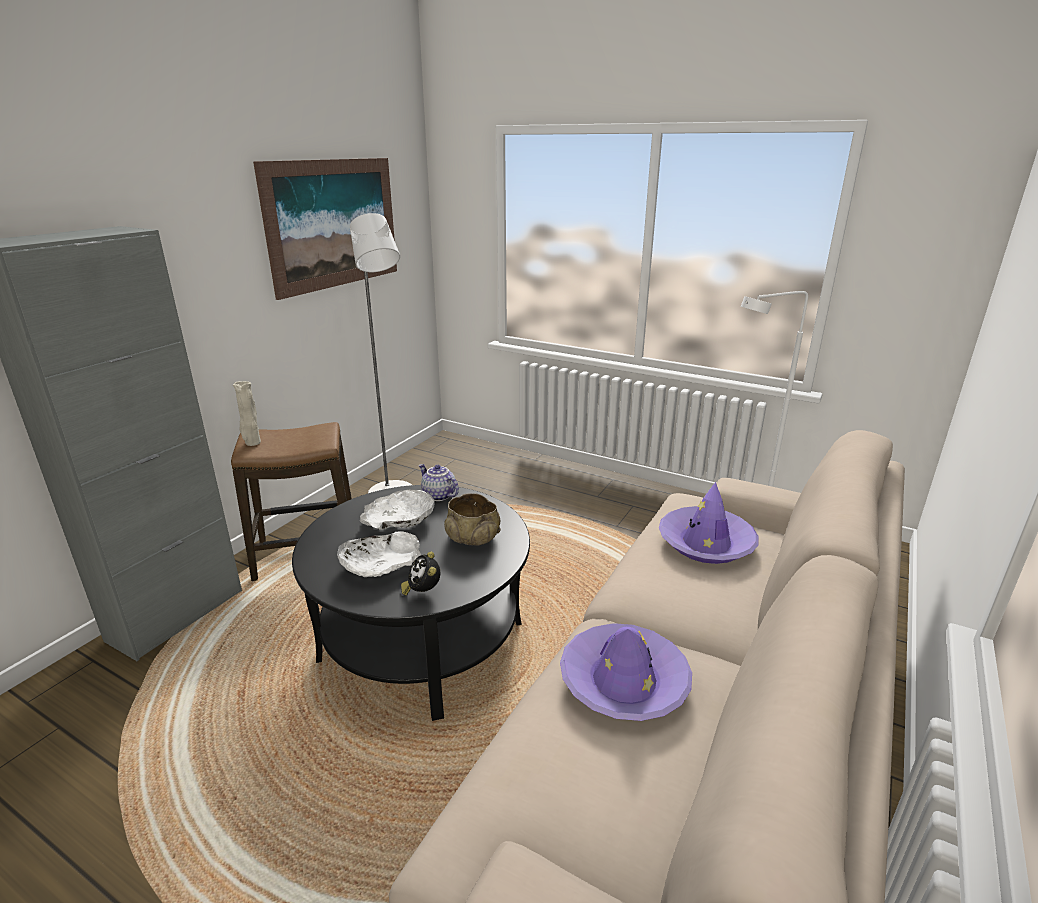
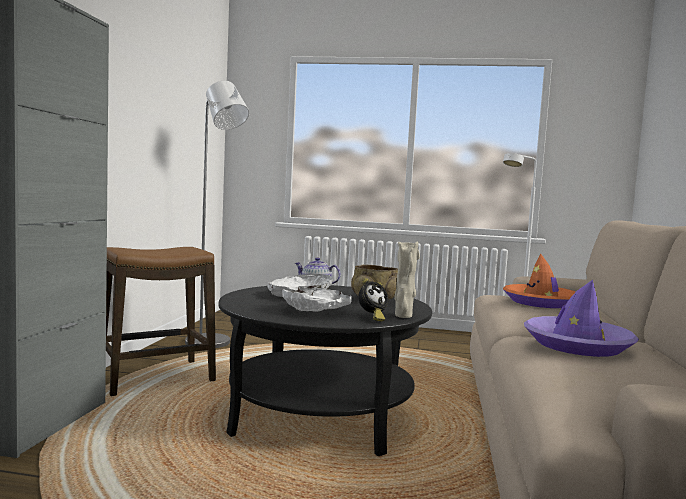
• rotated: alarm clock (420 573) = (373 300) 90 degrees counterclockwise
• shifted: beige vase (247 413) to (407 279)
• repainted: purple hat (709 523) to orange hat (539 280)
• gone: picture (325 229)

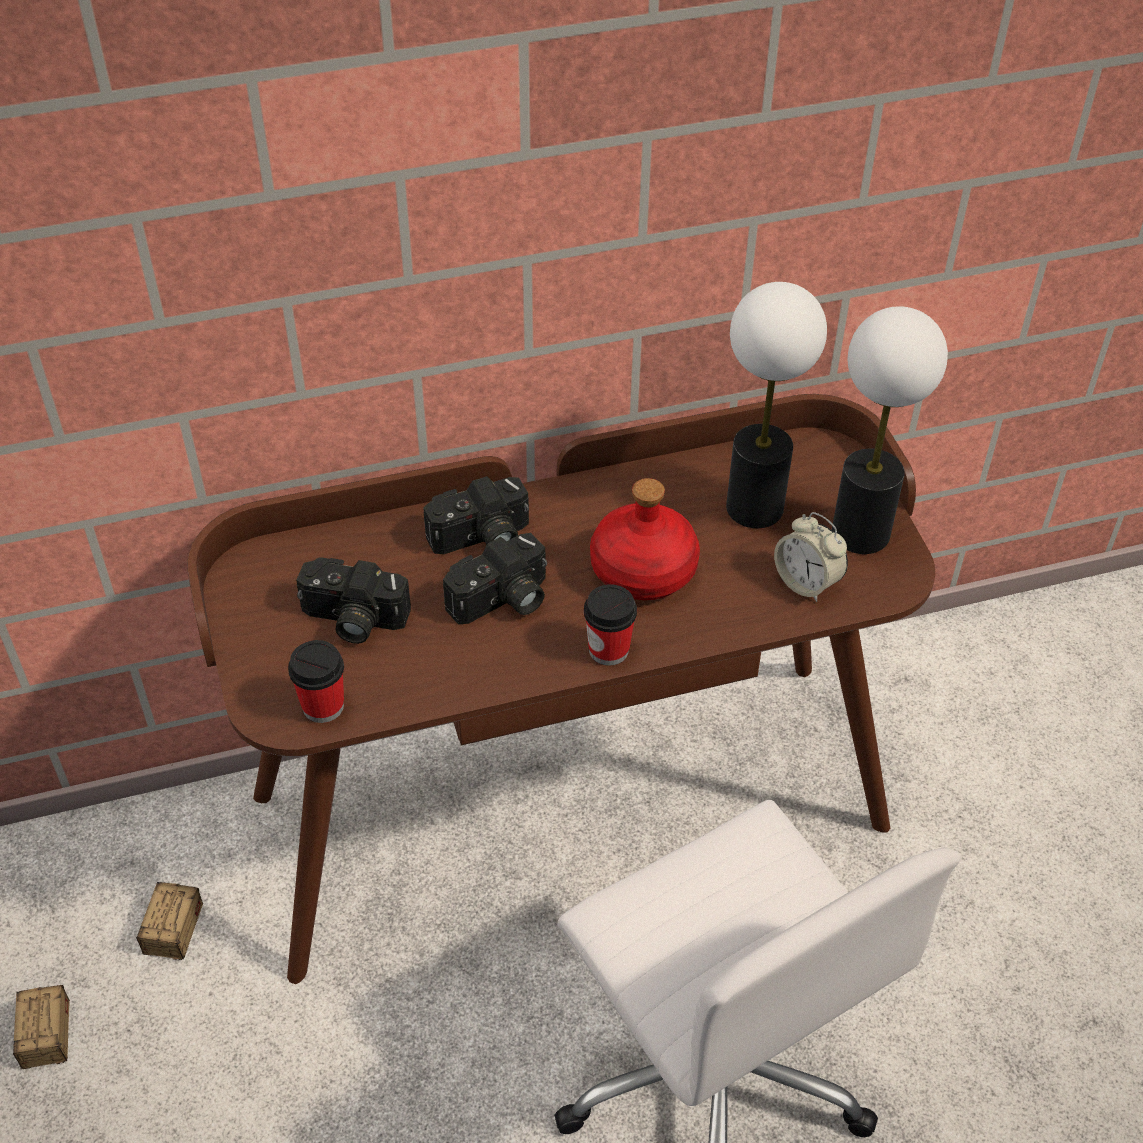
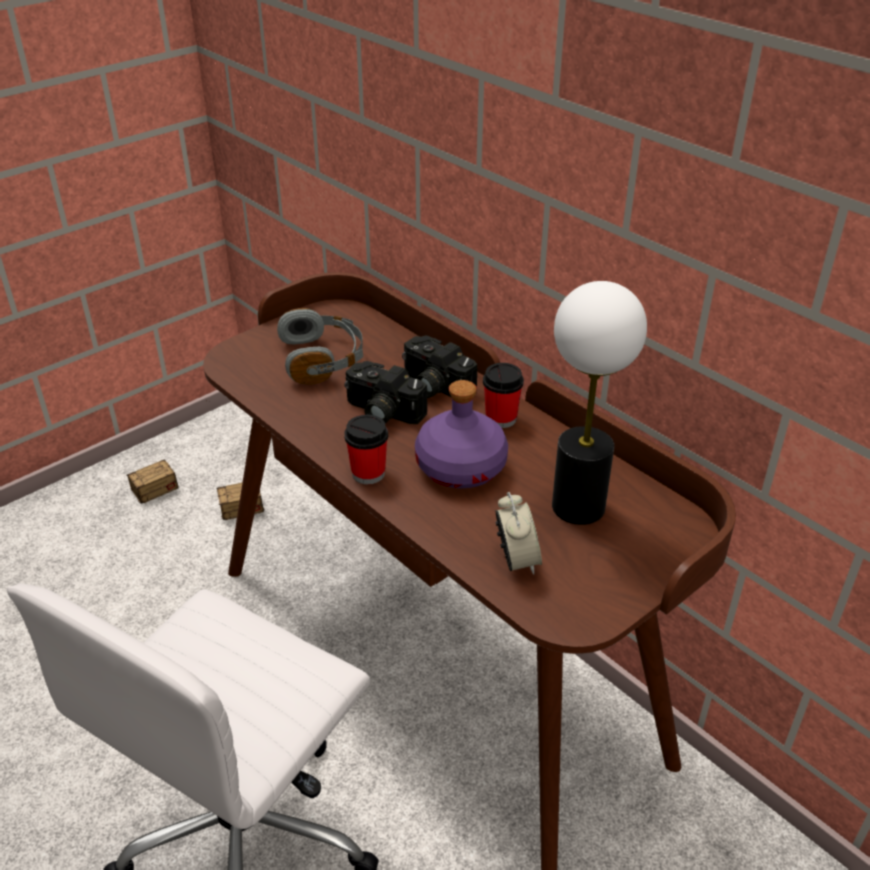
• swapped: photo camera (353 601) to grey headphones (320 346)
• repainted: red bottle (645 539) to purple bottle (461 434)
• shifted: cup (316 681) to (503 395)
• rotated: alarm clock (811 557) = (519 533) 150 degrees clockwise
• gone: table lamp (890 430)

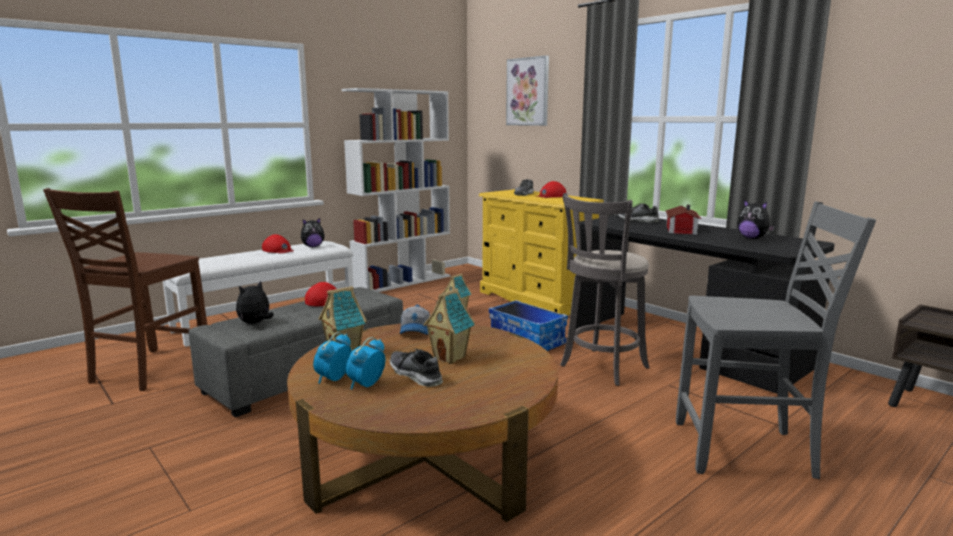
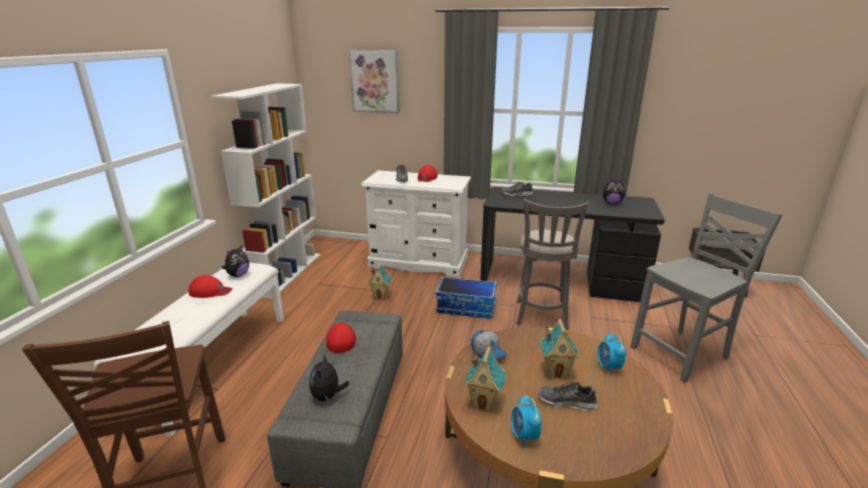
• repainted: yellow dresser (541 252) to white dresser (416 224)
• shifted: alarm clock (365 363) to (612 354)
• gone: toy house (683 220)

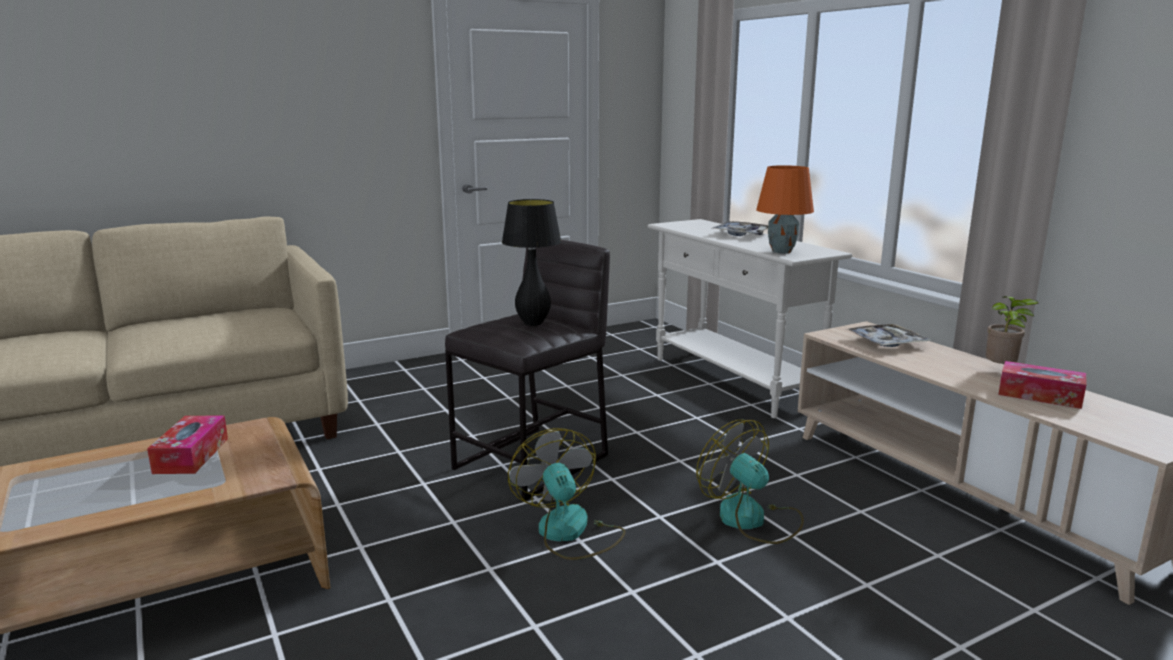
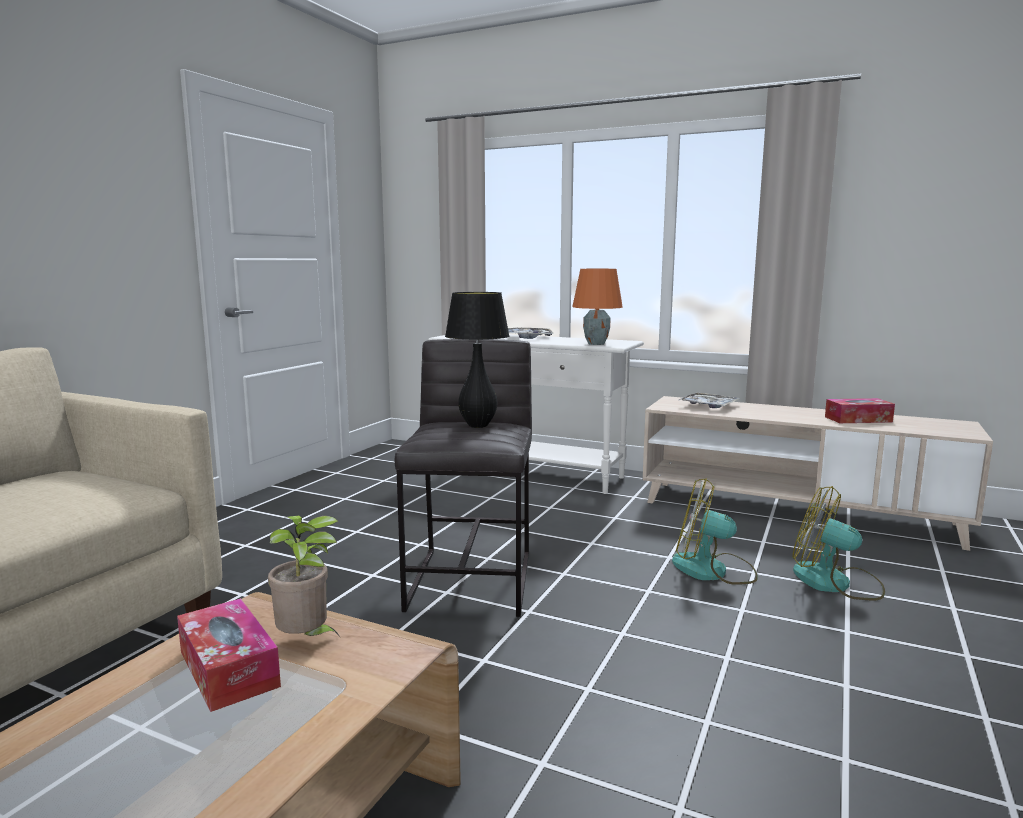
• shifted: potted plant (1012 331) to (303 575)
• shifted: fan (566 494) to (839 543)

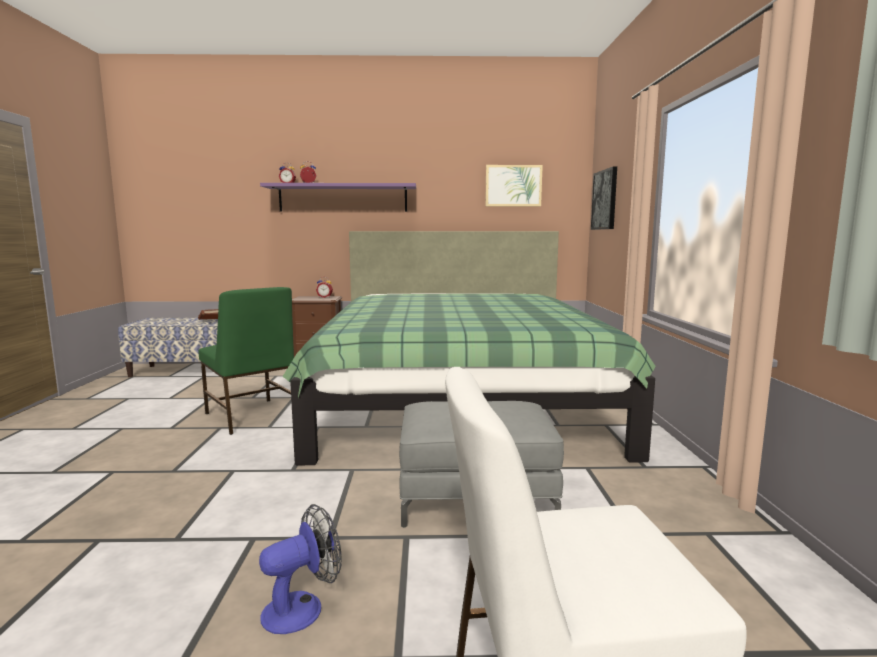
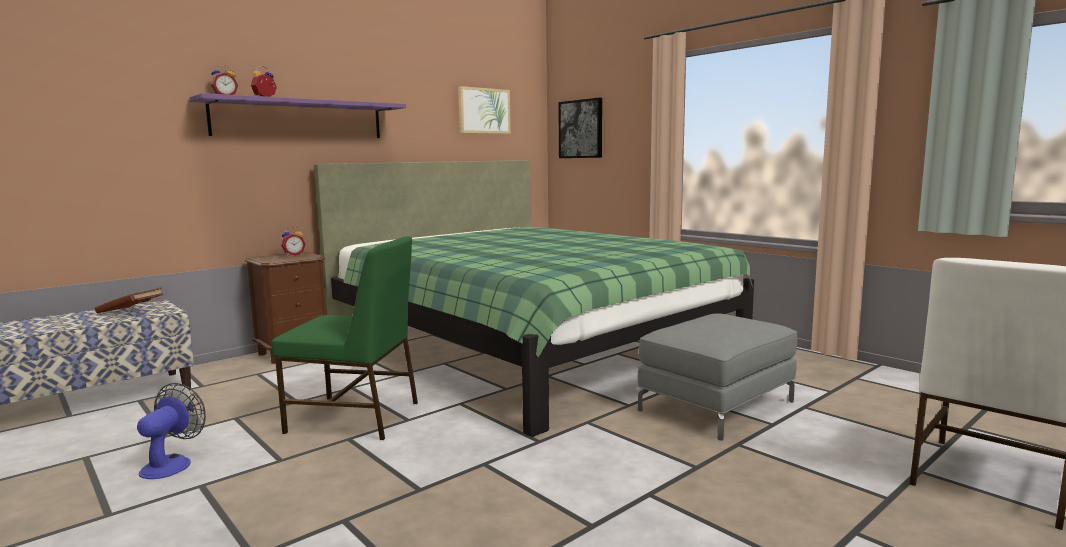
• shifted: fan (300 569) to (171 431)

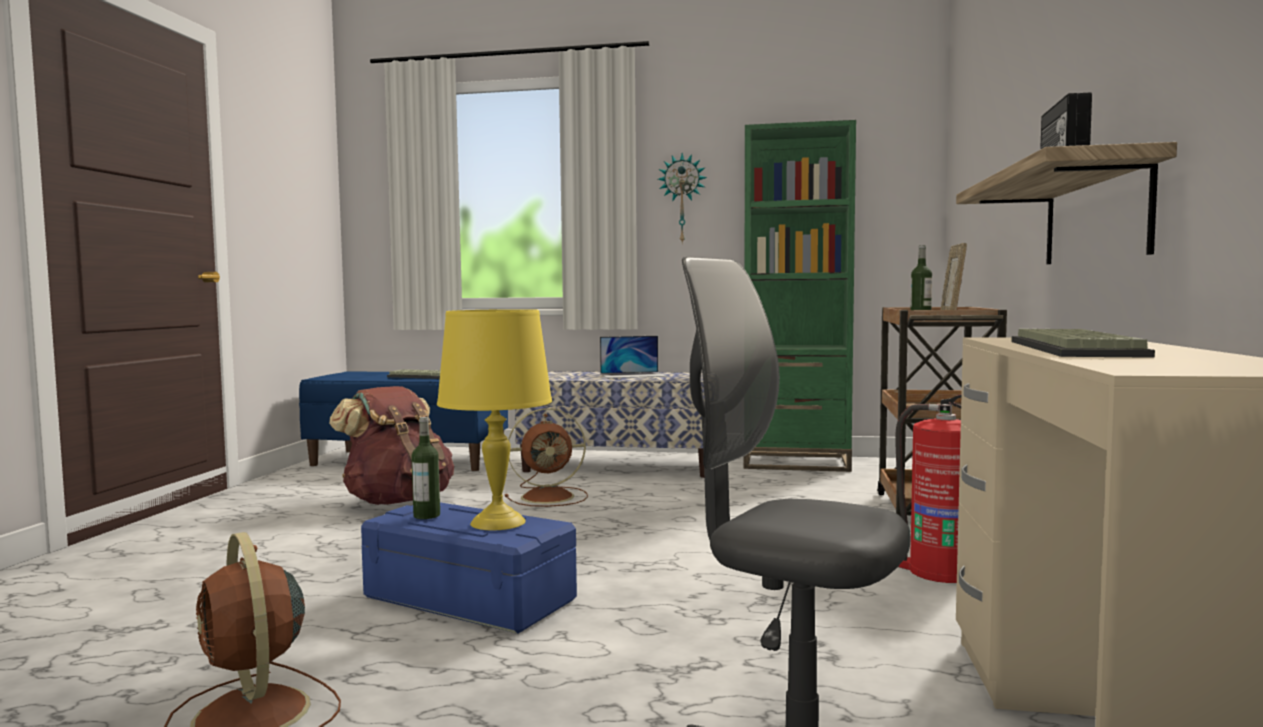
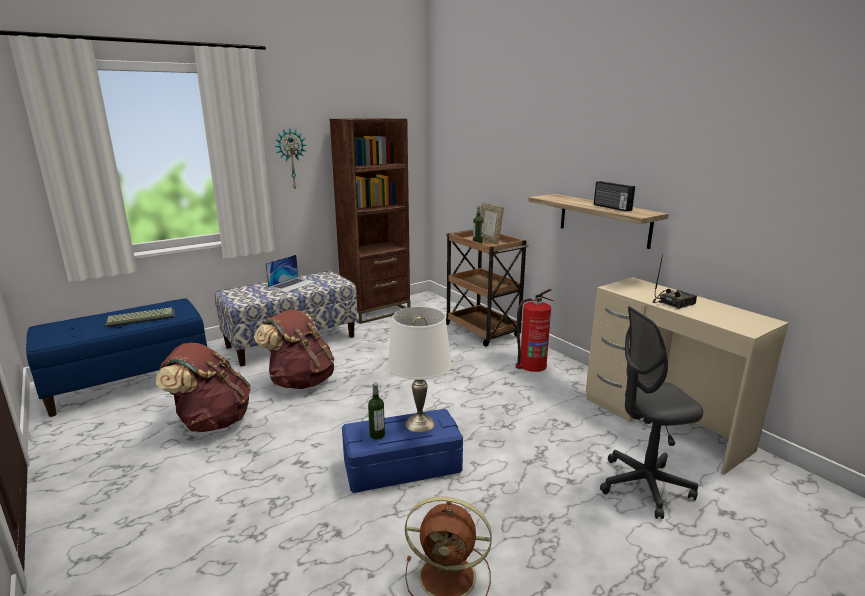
• swapped: brown fan (546 457) to brown backpack (294 349)
• repainted: green bookcase (800 296) to brown bookcase (370 221)
• repainted: yellow table lamp (494 419) to white table lamp (419 369)
• swapped: keyboard (1083 343) to radio (675 281)

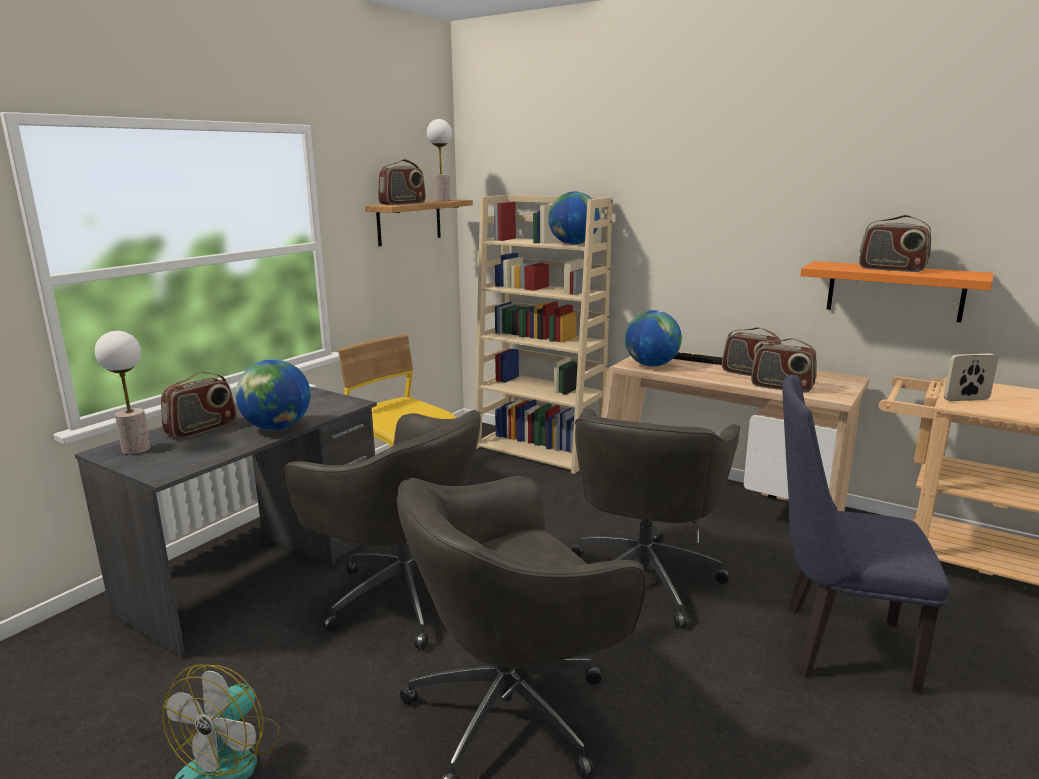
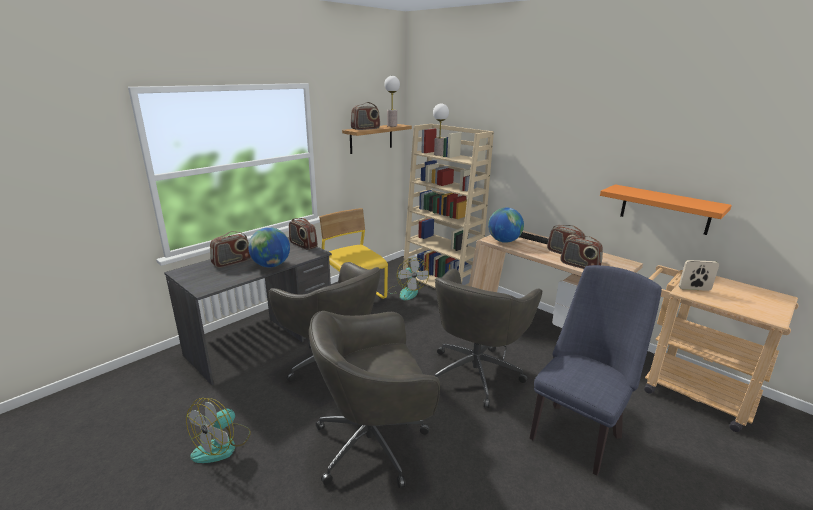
• shifted: radio (895 243) to (303 234)
• new: fan (408 279)
• shifted: table lamp (123 393) to (441 129)
• rotated: blue chair (866 534) = (595 370) 105 degrees clockwise
• gone: globe (574 218)

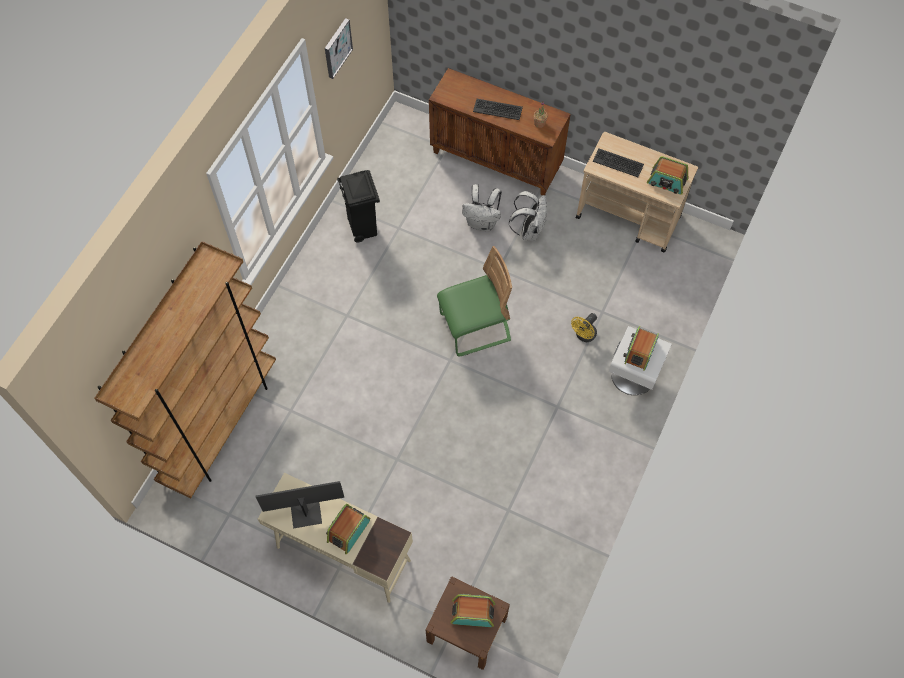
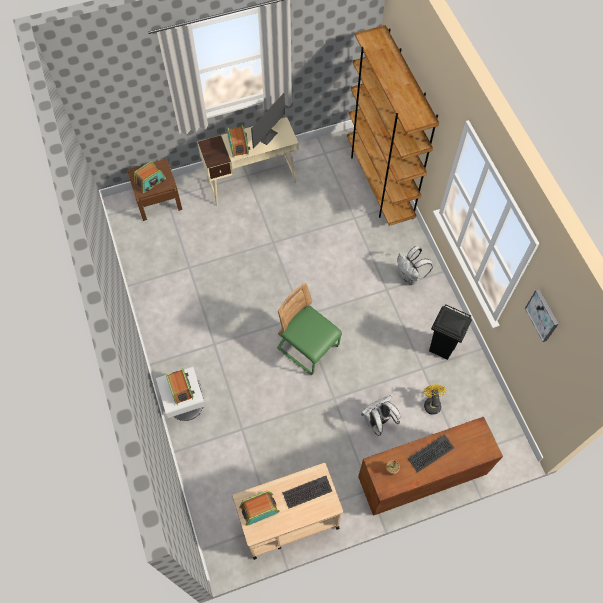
• rotated: green chair (474 301) = (309 329) 105 degrees clockwise
• shifted: white backpack (528 216) to (415 265)
• shifted: yellow fan (584 327) to (434 399)

